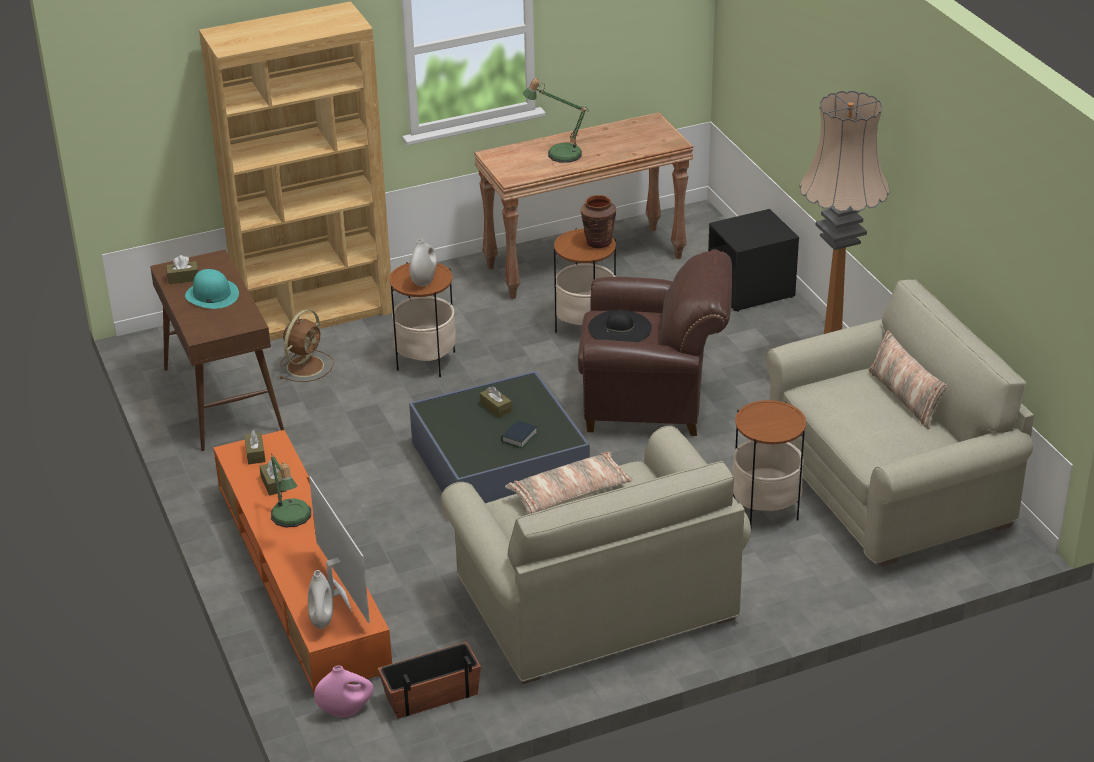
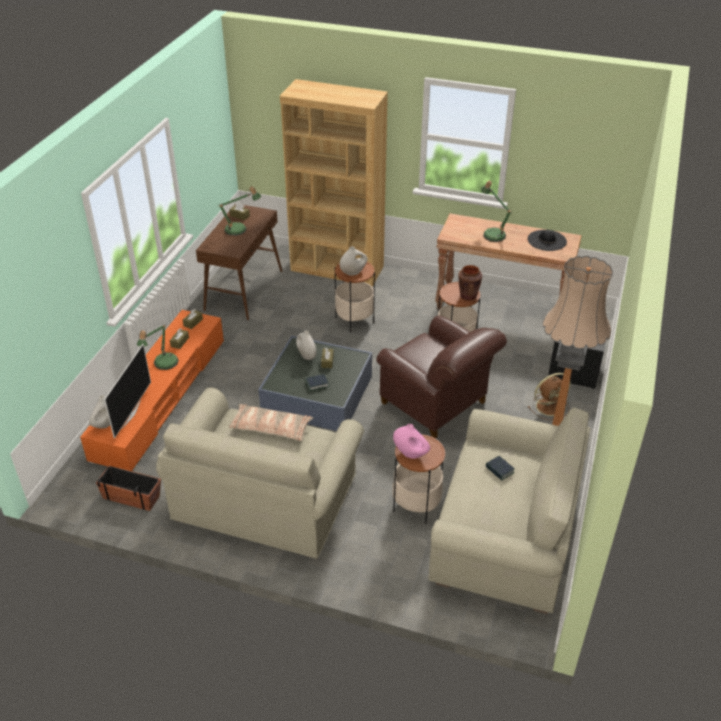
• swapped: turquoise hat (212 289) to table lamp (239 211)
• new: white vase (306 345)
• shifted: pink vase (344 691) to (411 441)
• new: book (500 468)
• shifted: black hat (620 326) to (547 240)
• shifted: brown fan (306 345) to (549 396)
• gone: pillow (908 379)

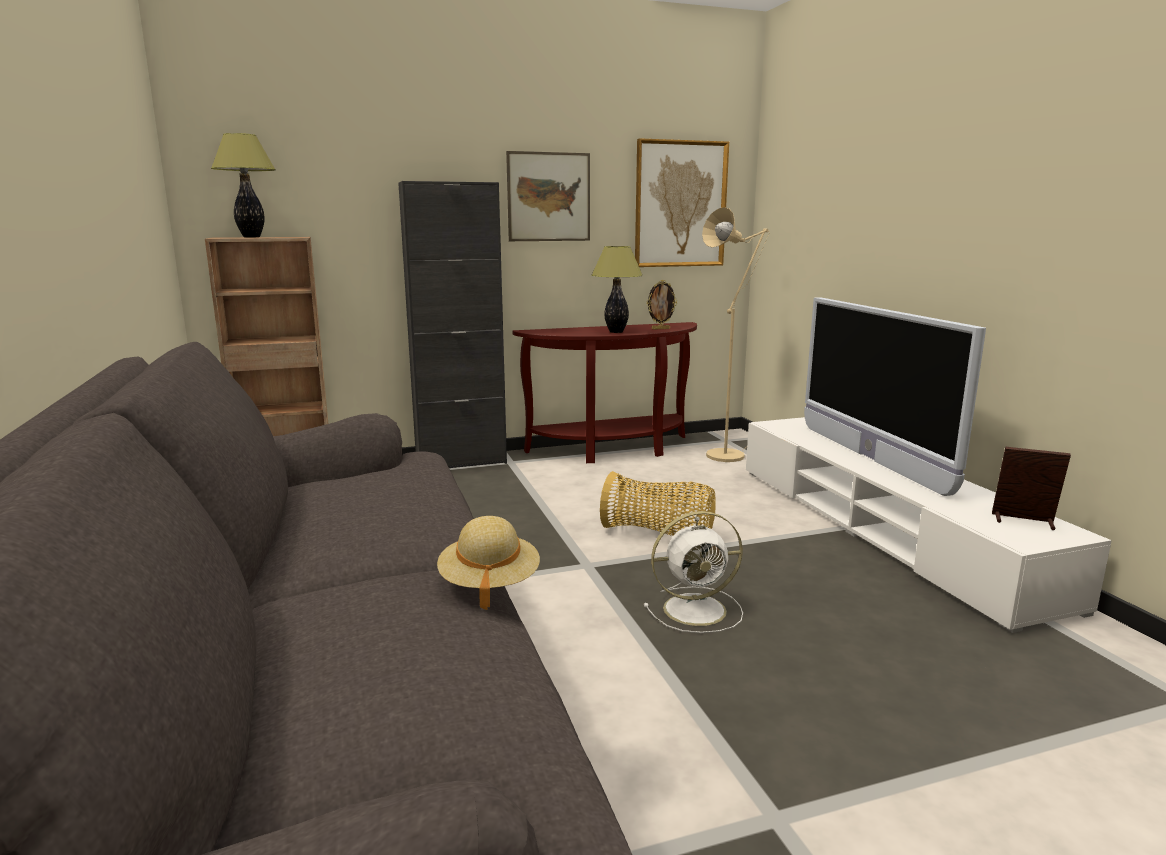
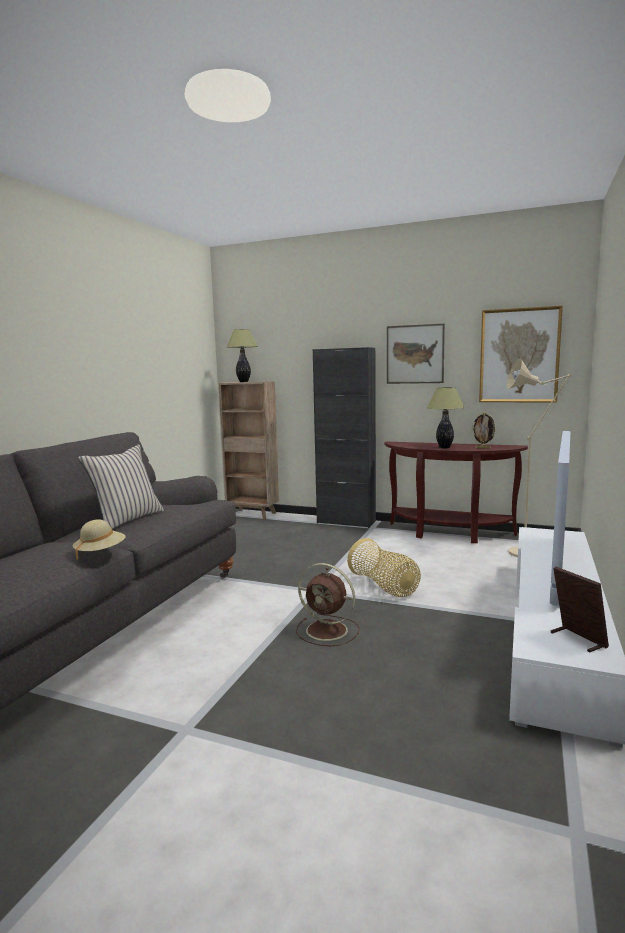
• new: beige pillow (121 486)
• repainted: white fan (693 572) to brown fan (327 604)

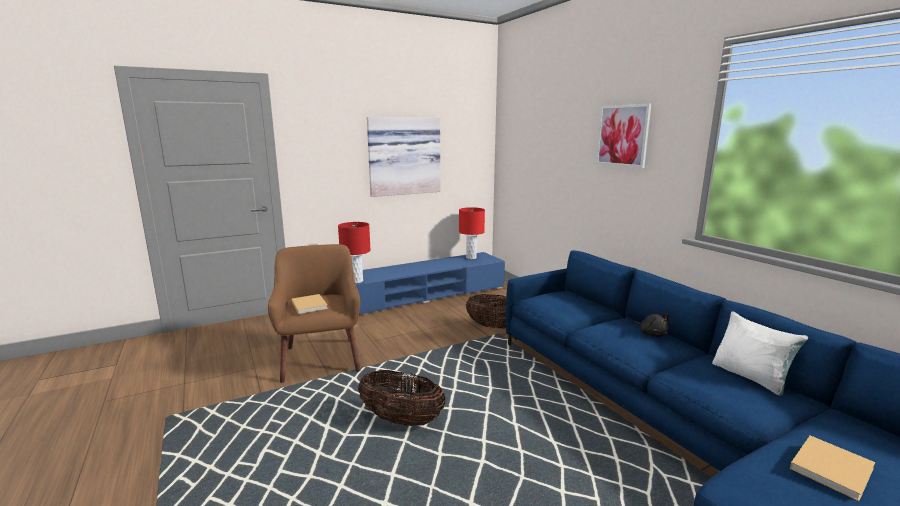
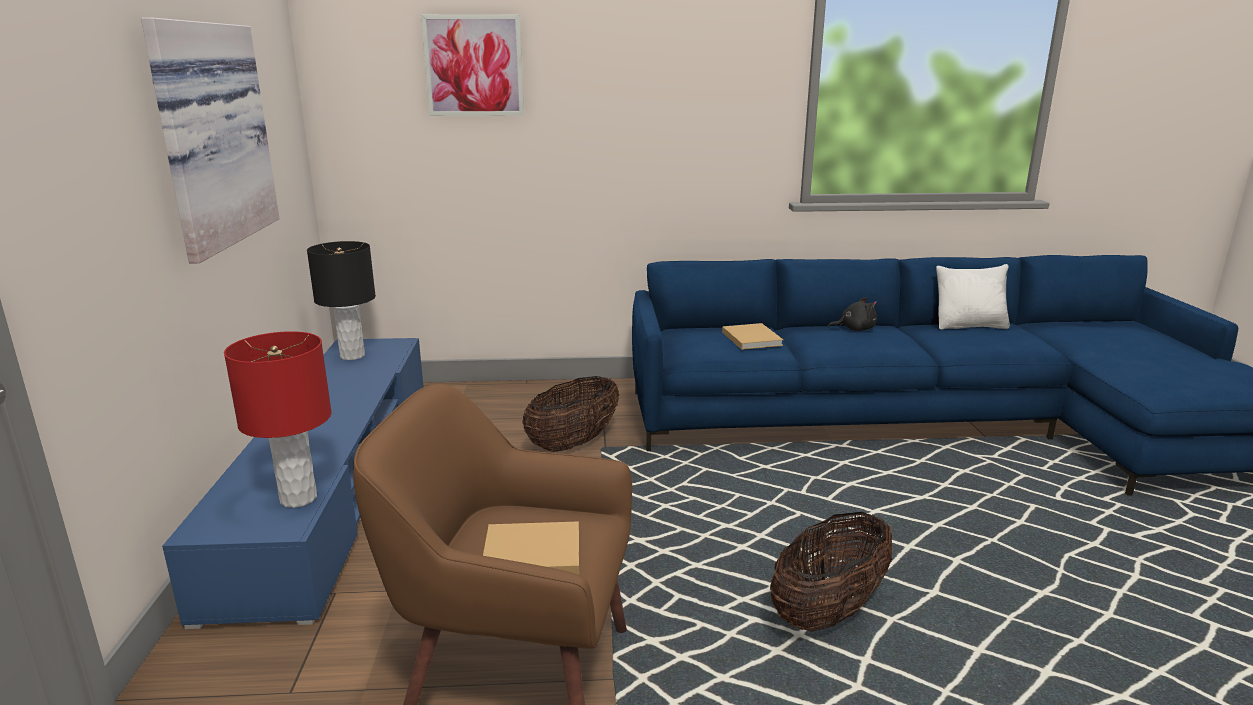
• repainted: red table lamp (472 233) to black table lamp (341 300)
• shifted: picture (623 136) to (472 65)
• shifted: beige book (832 468) to (752 336)

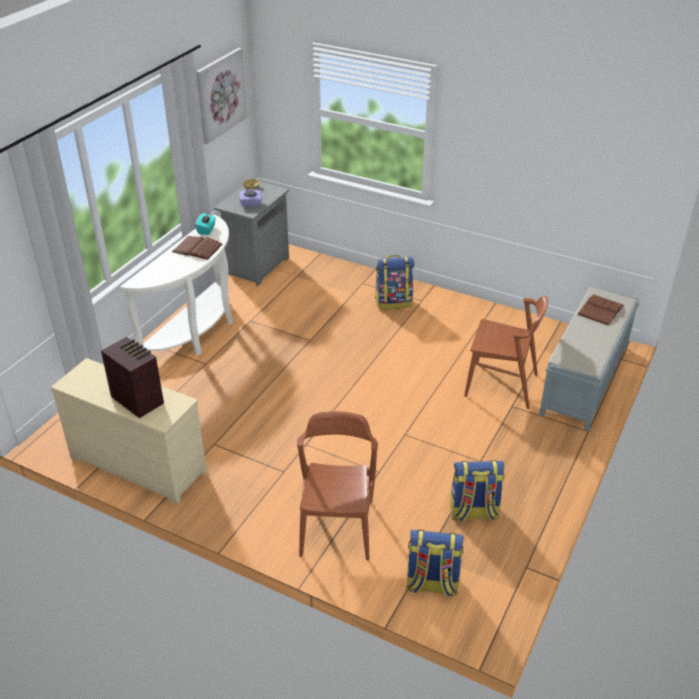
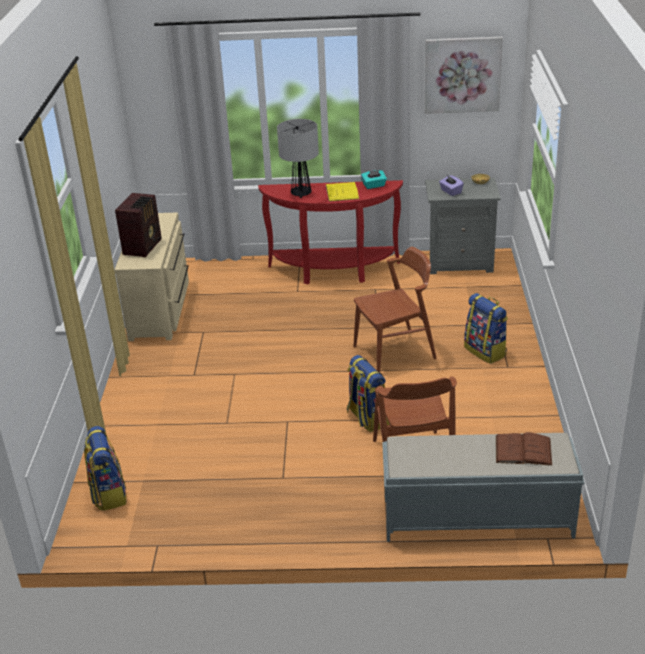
• repainted: white console table (176 285) to red console table (330 232)
• new: table lamp (298 158)
• repainted: brown book (197 248) to yellow book (342 192)
• shifted: backpack (477 491) to (368 393)
• shifted: brown chair (337 486) to (395 309)

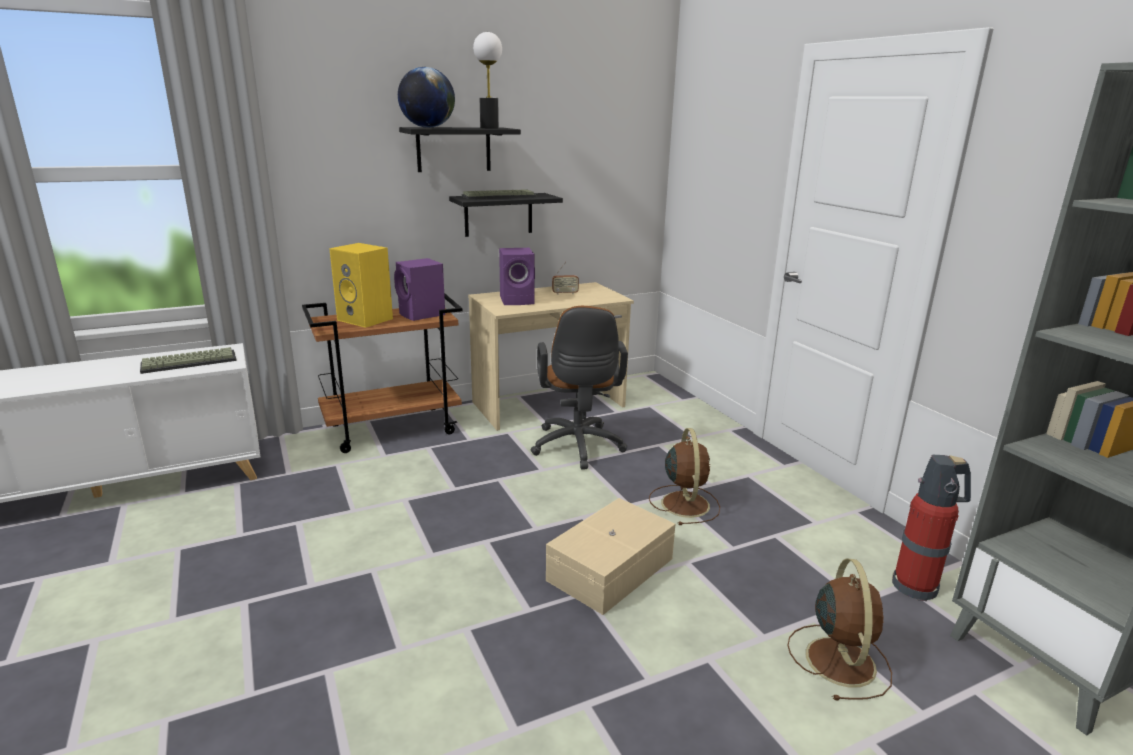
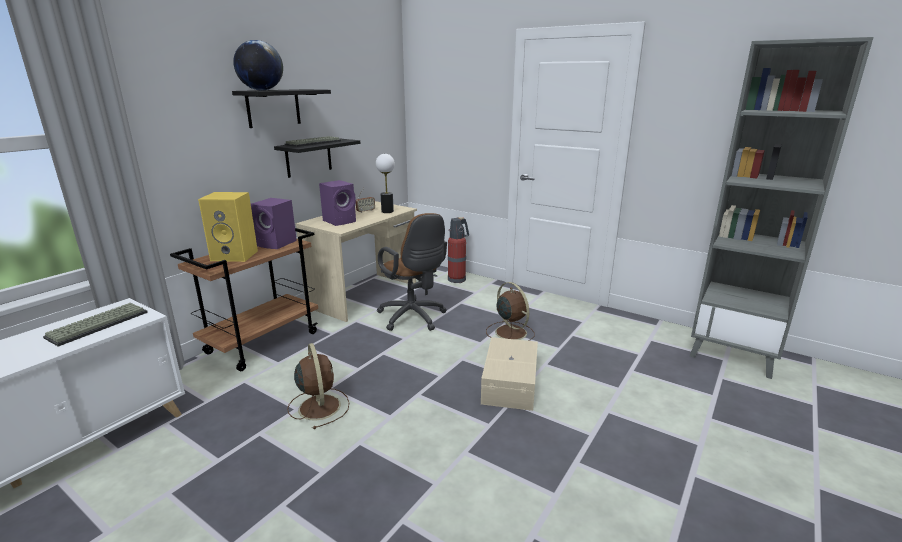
• shifted: brown fan (839 629) to (318 386)
• shifted: table lamp (487 80) to (385 183)
• shifted: fire extinguisher (931 528) to (458 250)

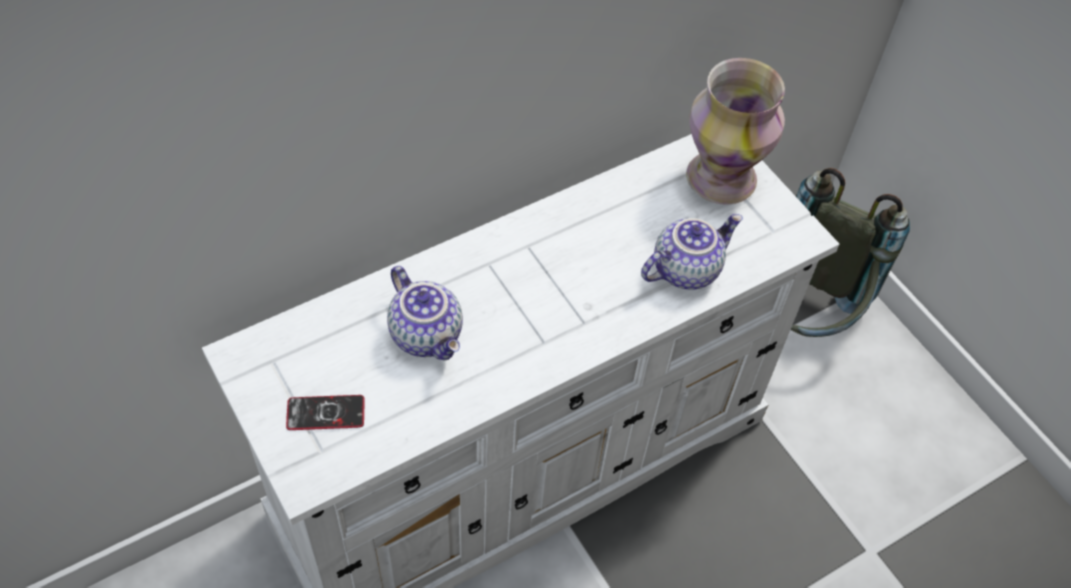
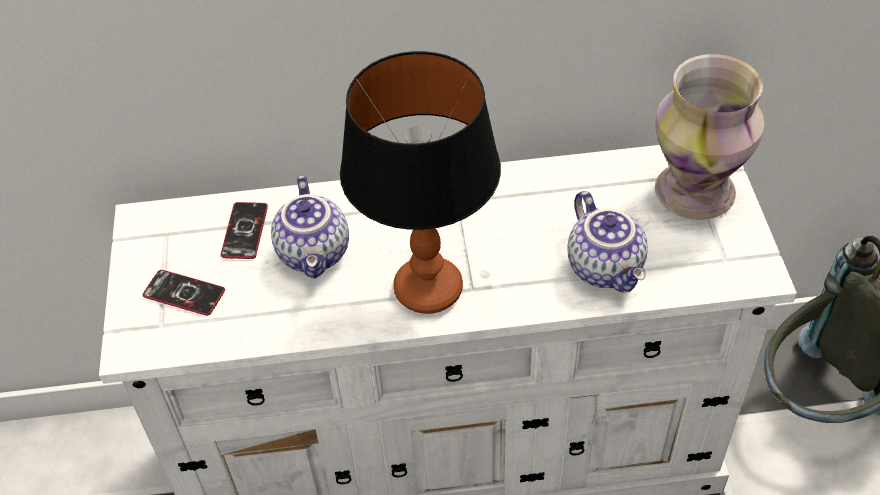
• new: phone (244 230)
• new: table lamp (420 182)
• rotated: teapot (692 252) = (607 242) 75 degrees clockwise

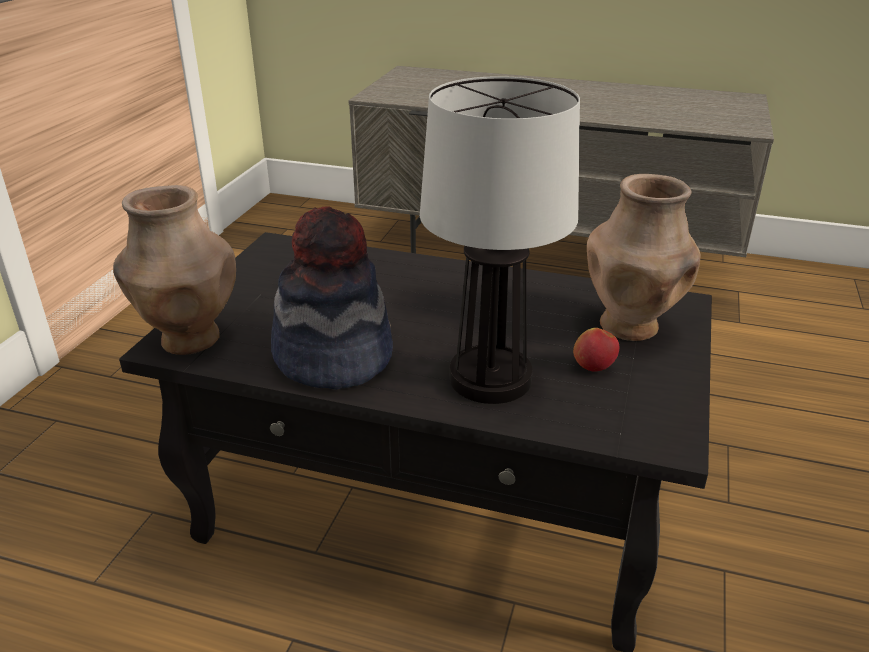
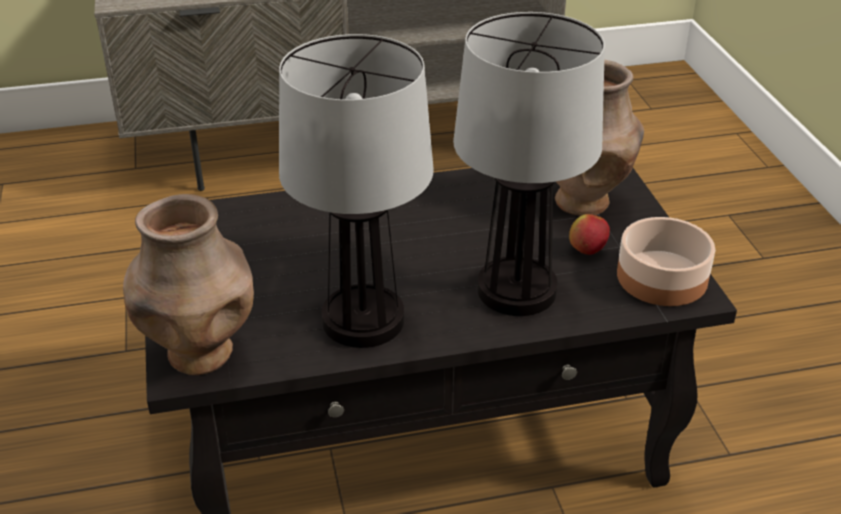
• swapped: hat (332 298) to table lamp (356 191)
• new: bowl (666 261)

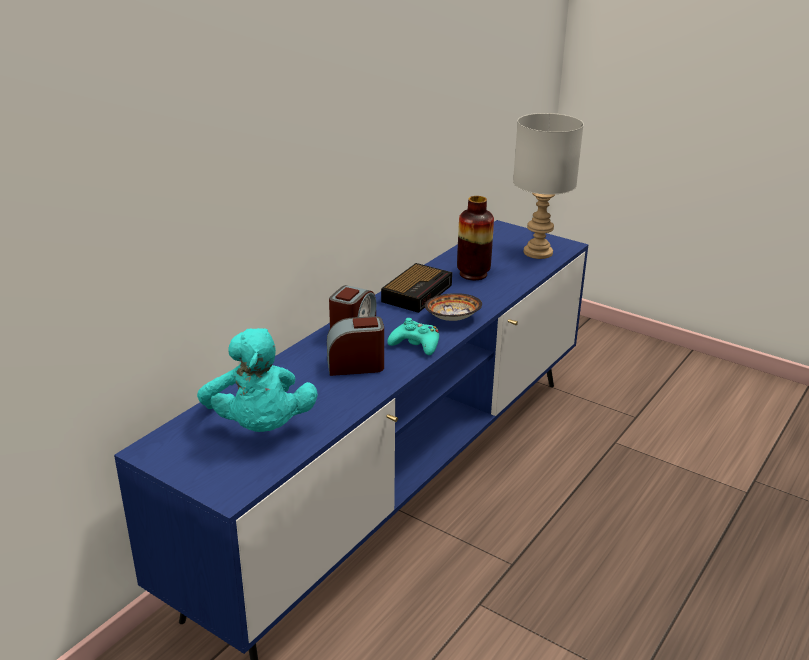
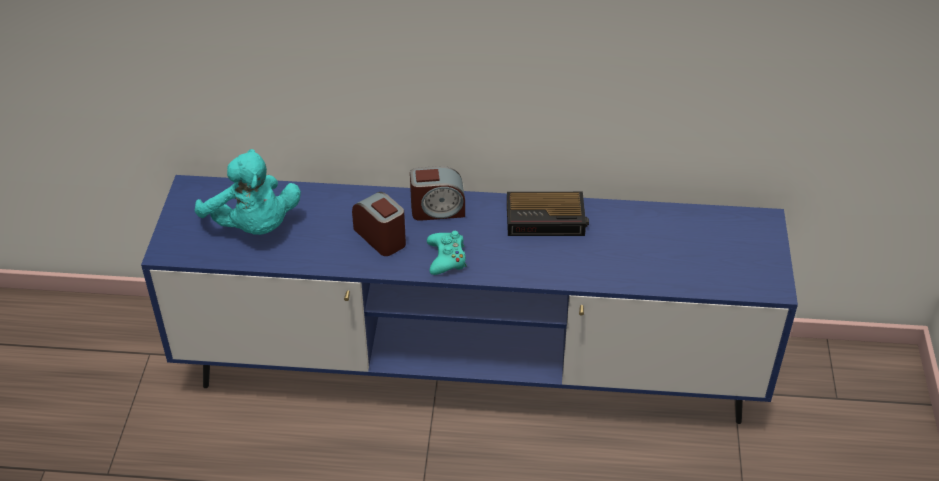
• rotated: turquoise plush toy (257 380) = (248 192) 75 degrees counterclockwise
• gone: bowl (453 307)
• gone: vase (475 238)
• gone: grey table lamp (548 186)

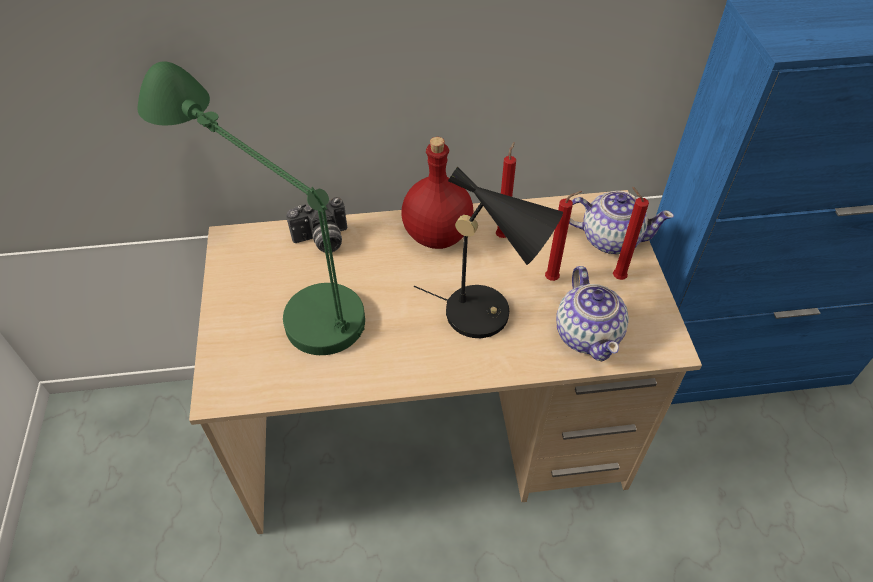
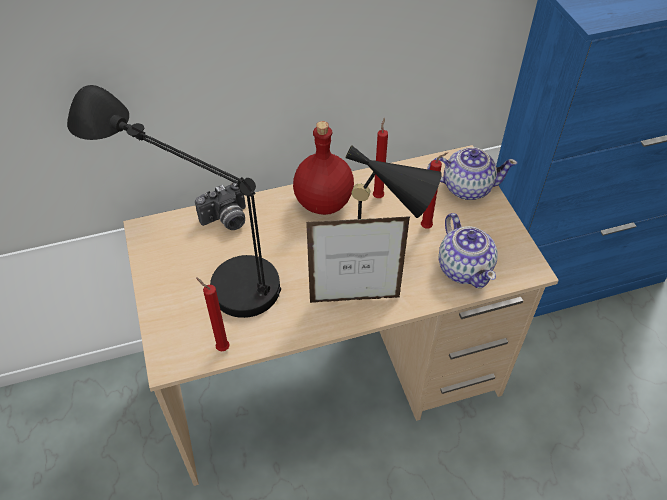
• repainted: green table lamp (251 208) to black table lamp (174 201)
• shifted: red candle (631 233) to (213 314)
• new: picture frame (358 259)

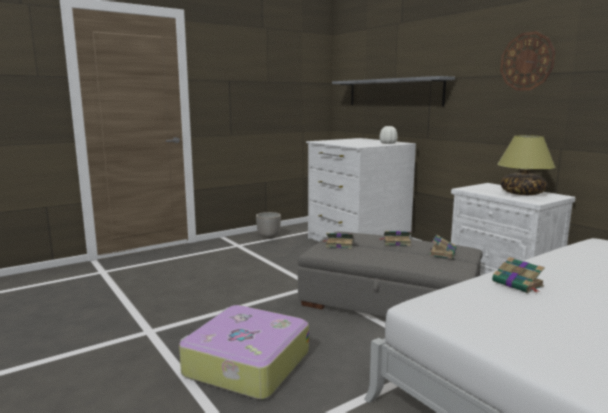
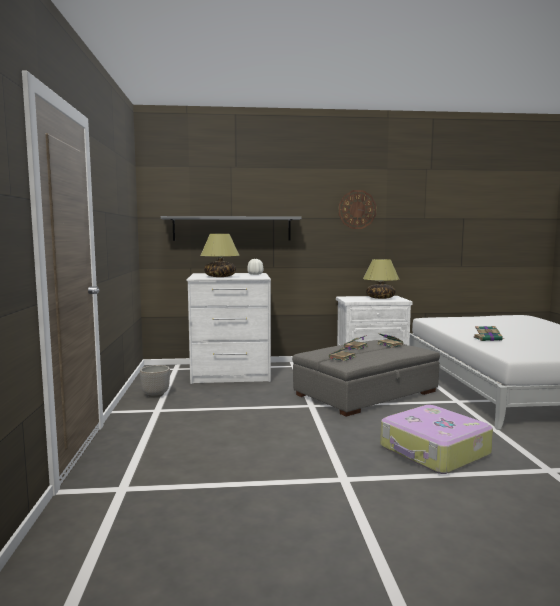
• new: table lamp (220 255)

